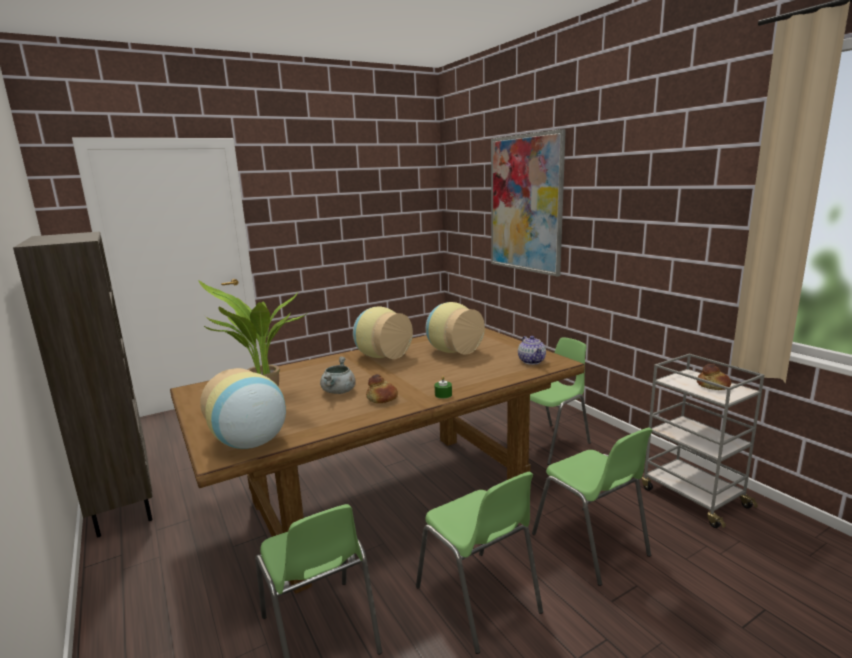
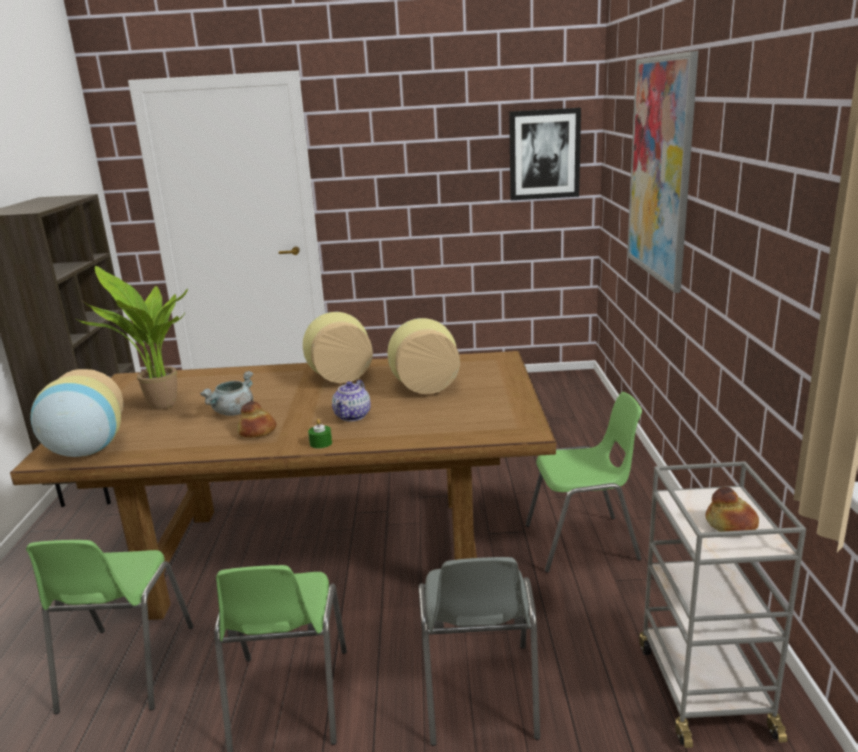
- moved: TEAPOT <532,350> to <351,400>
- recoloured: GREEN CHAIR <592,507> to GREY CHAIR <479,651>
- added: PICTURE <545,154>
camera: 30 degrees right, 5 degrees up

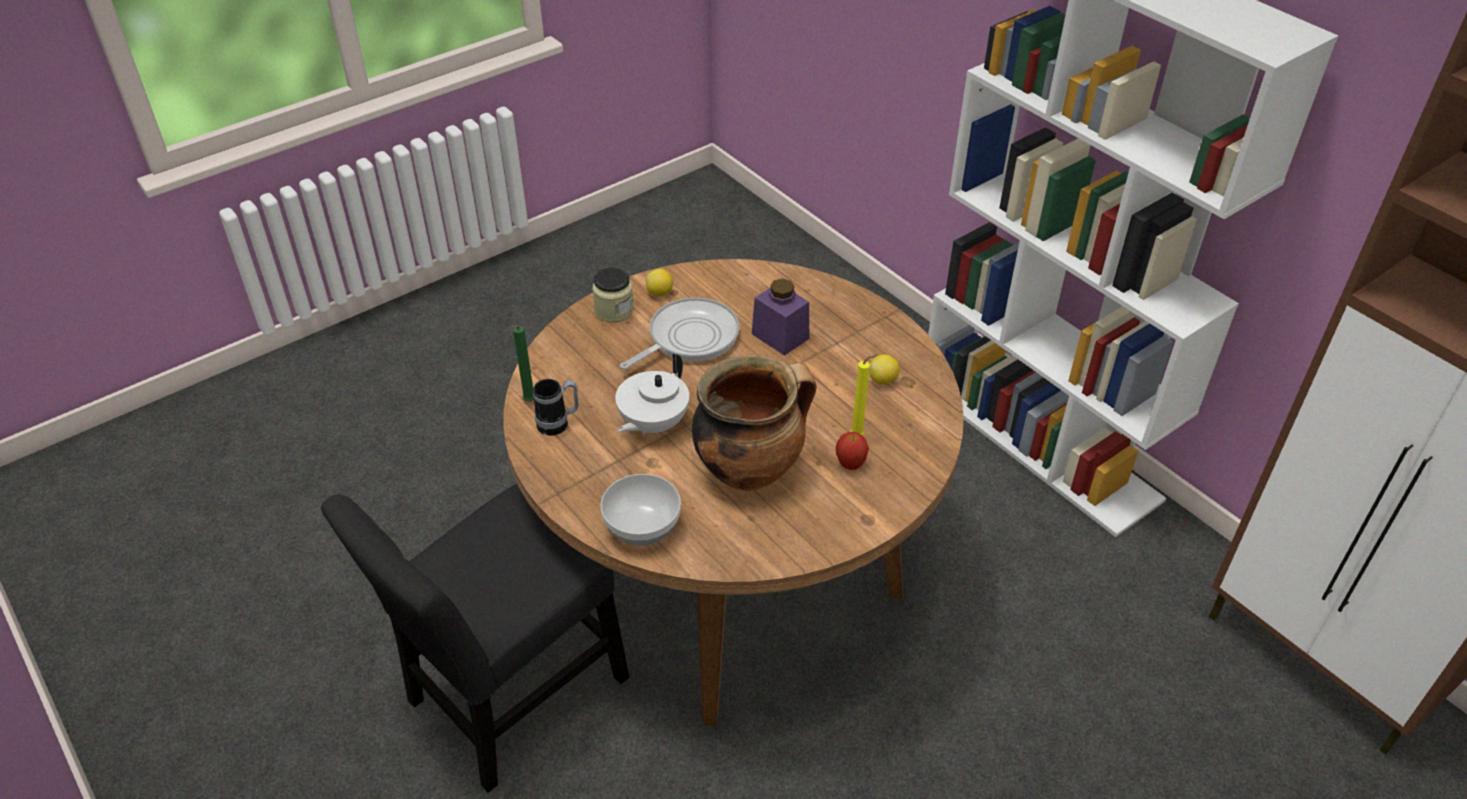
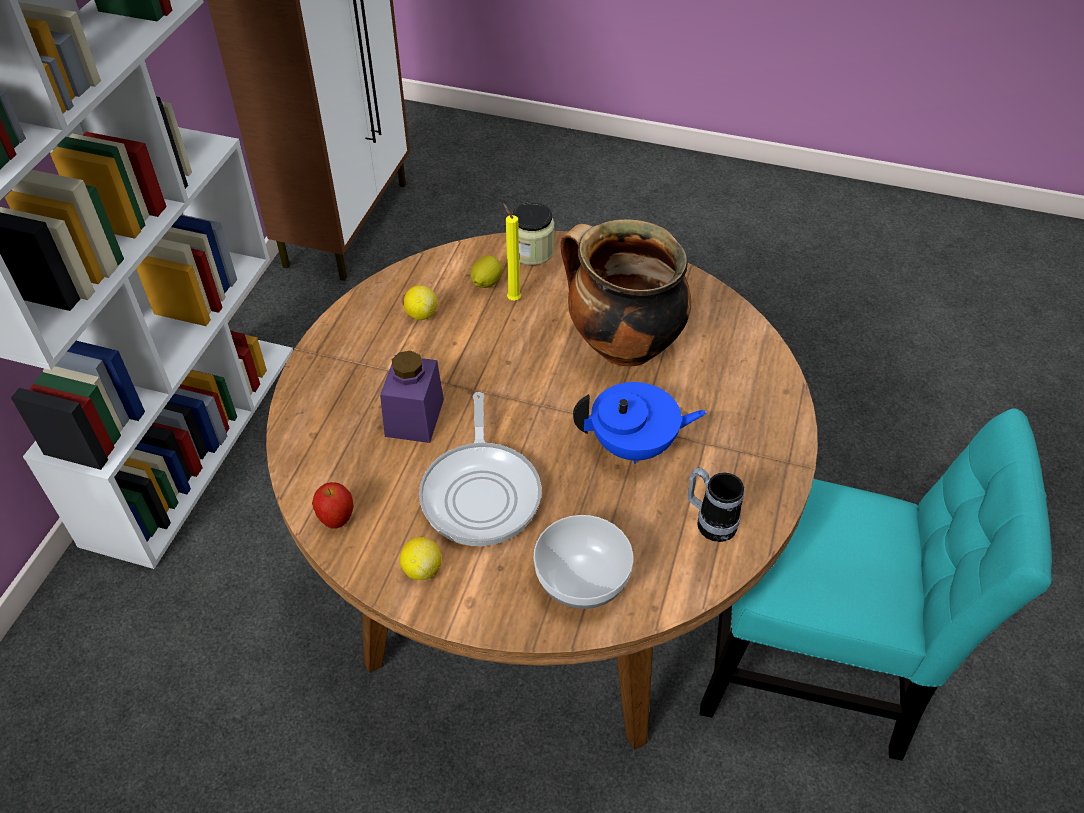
- moved: APPLE <852,451> to <333,505>
- turned: FRYING PAN <679,333> = <480,469> 105 degrees counterclockwise
- added: LEMON <486,271>
- moved: JAR <613,294> to <533,233>
- moved: BOWL <640,510> to <583,562>
- recoloured: WHITE TEAPOT <652,394> to BLUE TEAPOT <640,423>
- recoloured: BLACK CHAIR <475,638> to TURQUOISE CHAIR <876,584>
- removed: GREEN CANDLE <522,364>
camera: 125 degrees left, 5 degrees up

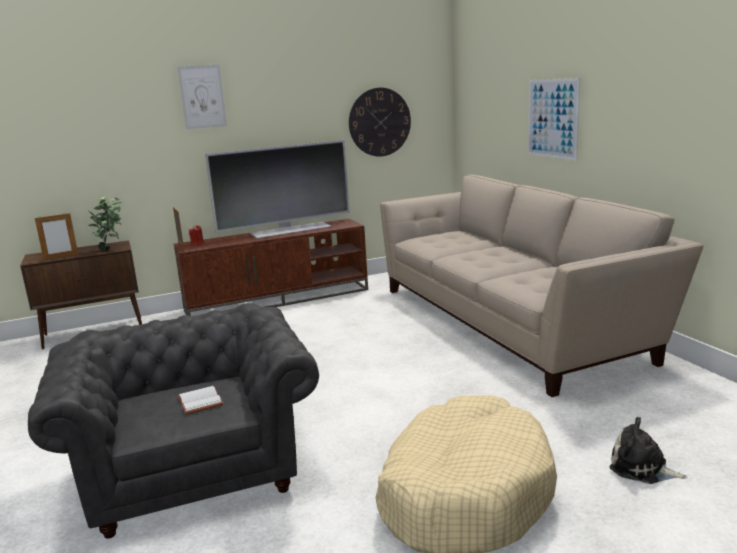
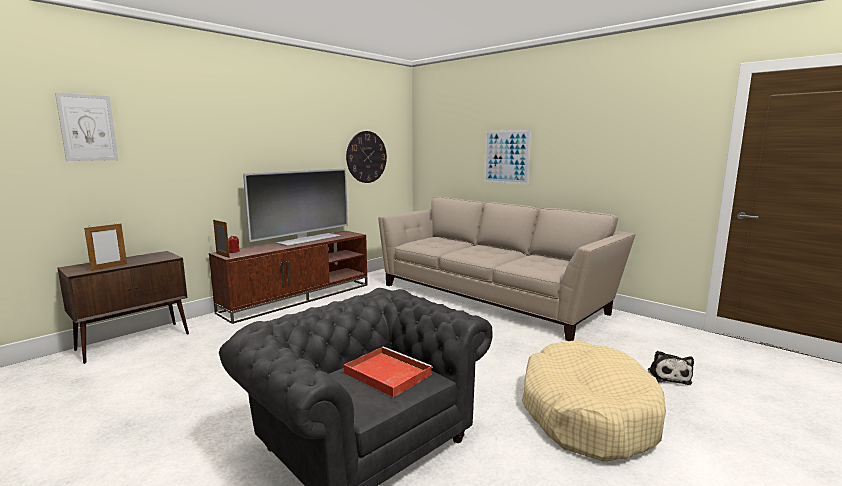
- moved: PICTURE <202,96> to <86,127>
- replaced: WHITE BOOK <200,400> to RED TRAY <388,372>
- turned: PLUSH TOY <648,450> = <671,368> 90 degrees counterclockwise
- removed: POTTED PLANT <105,223>
camera: 25 degrees left, 5 degrees down

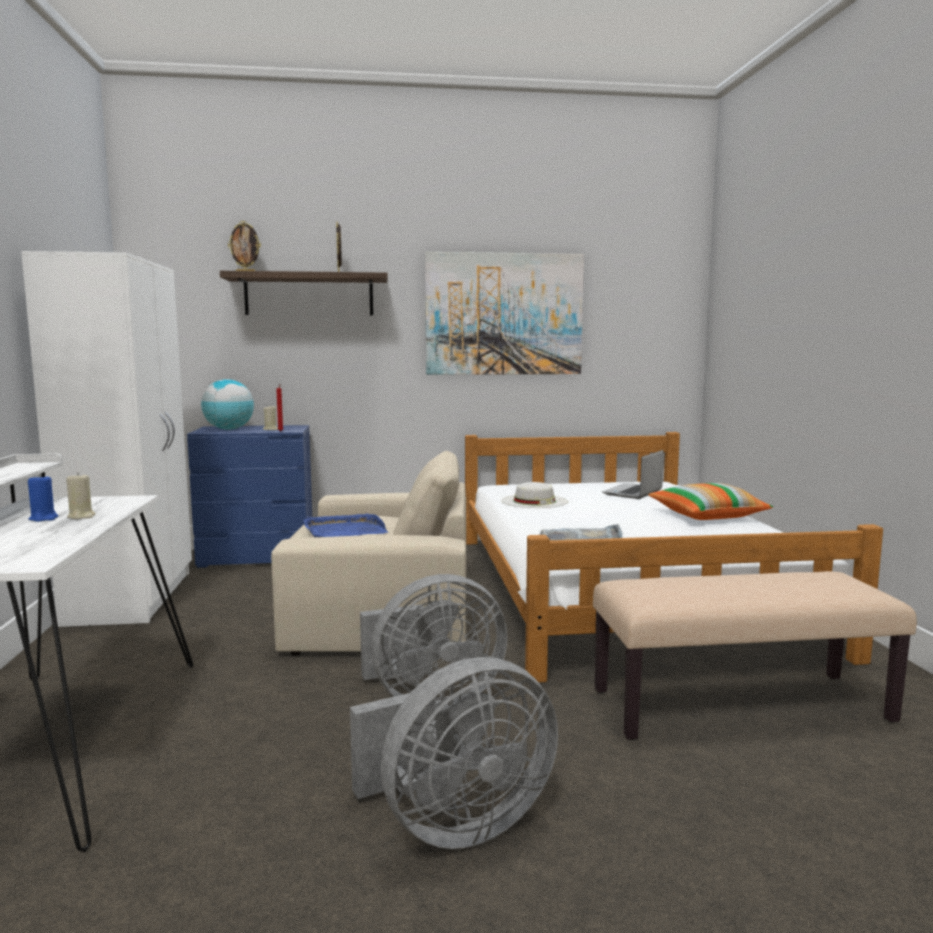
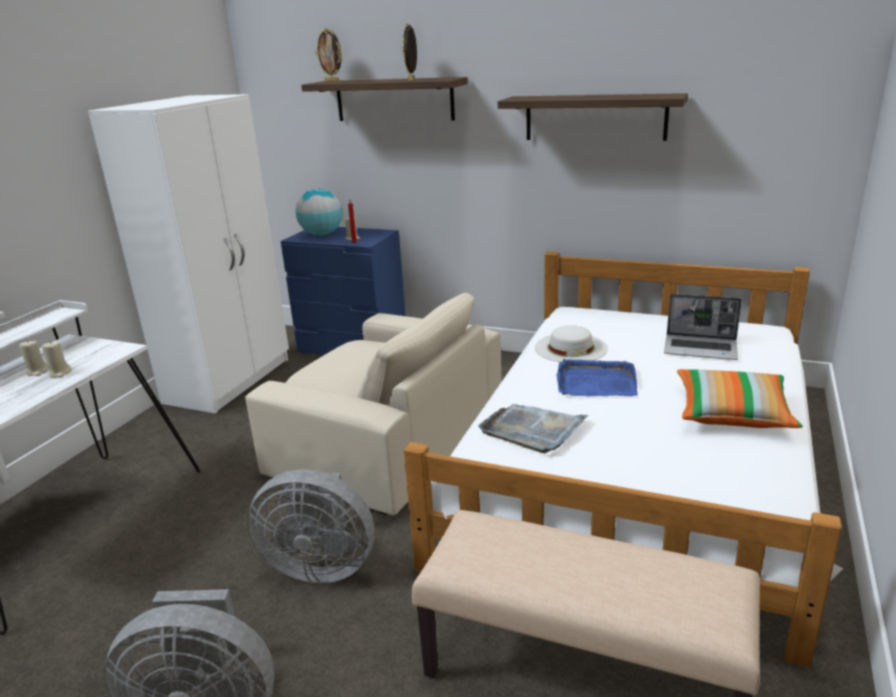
- recoloured: BLUE CANDLE <43,498> to BEIGE CANDLE <34,358>
- replaced: PICTURE <504,313> to SHELF <593,117>
- moved: BLUE TRAY <346,525> to <597,377>
- turned: LAPTOP <633,474> = <703,327> 135 degrees counterclockwise
camera: 30 degrees right, 15 degrees up

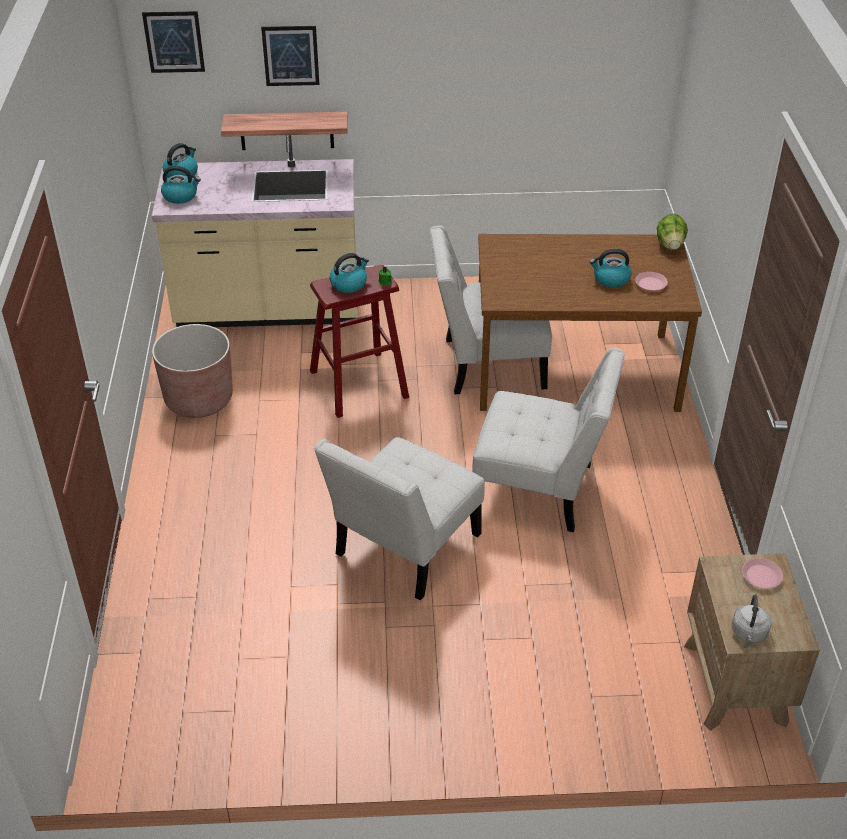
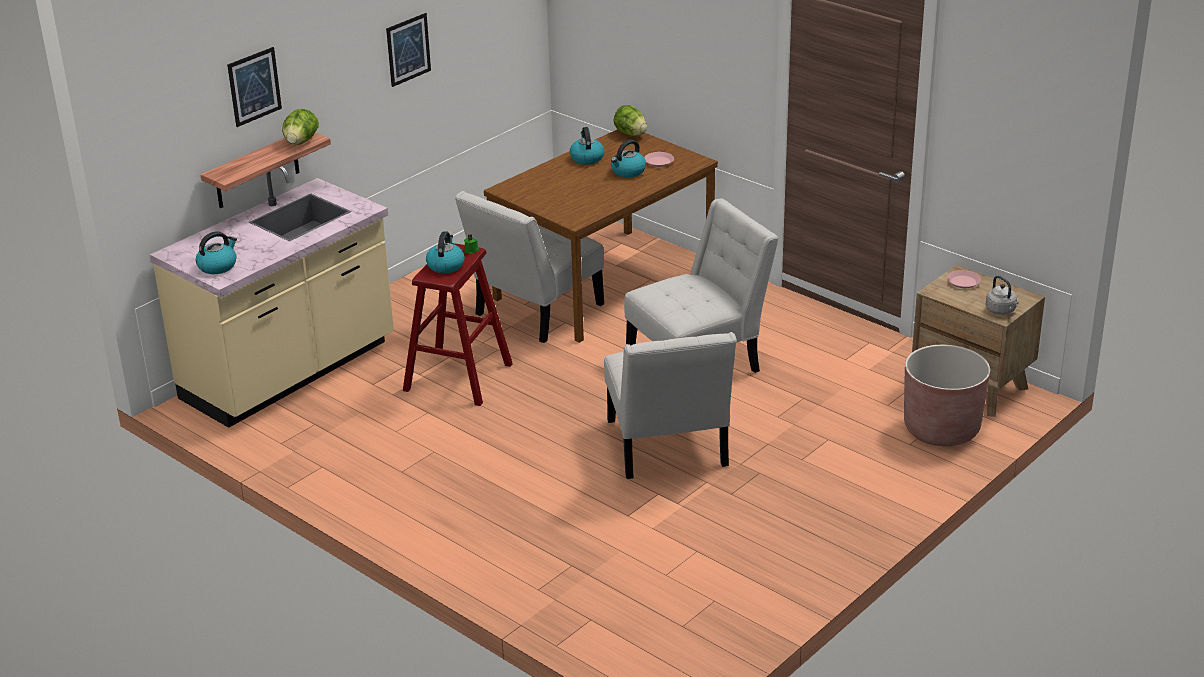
- added: LETTUCE <300,127>
- moved: PICTURE <173,42> to <408,50>
- moved: KETTLE <180,160> to <587,146>
- moved: BROWN PLANTER <192,371> to <947,395>
camera: 45 degrees left, 10 degrees down

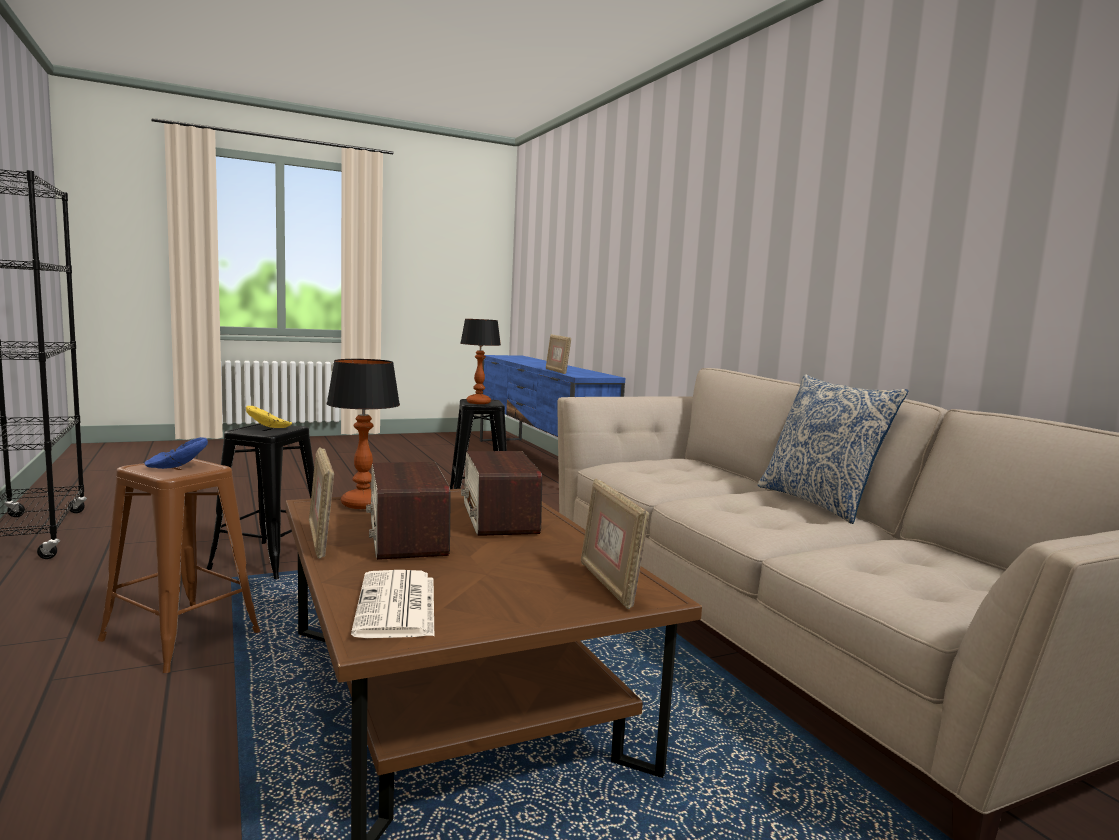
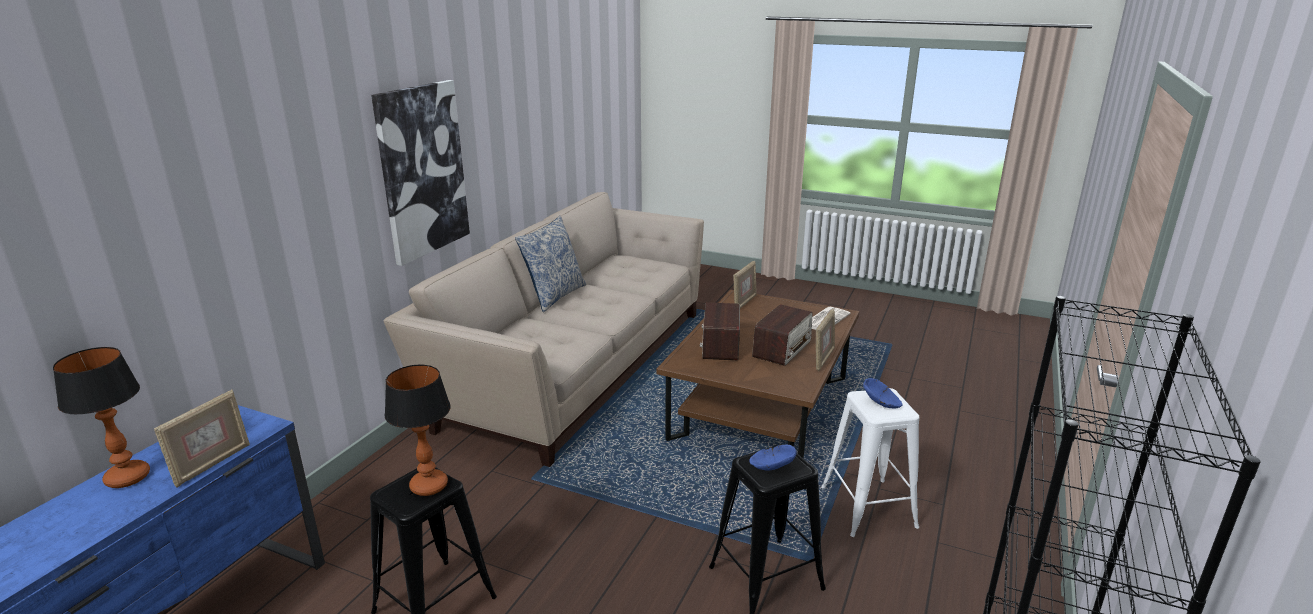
- moved: TABLE LAMP <363,434> to <101,417>
- added: PICTURE <420,173>
- turned: RADIO <501,493> = <720,331> 150 degrees clockwise
- recoloured: YELLOW BOWL <269,417> to BLUE BOWL <773,457>
- recoloured: BROWN STOOL <179,565> to WHITE STOOL <870,462>
camera: 130 degrees left, 15 degrees up

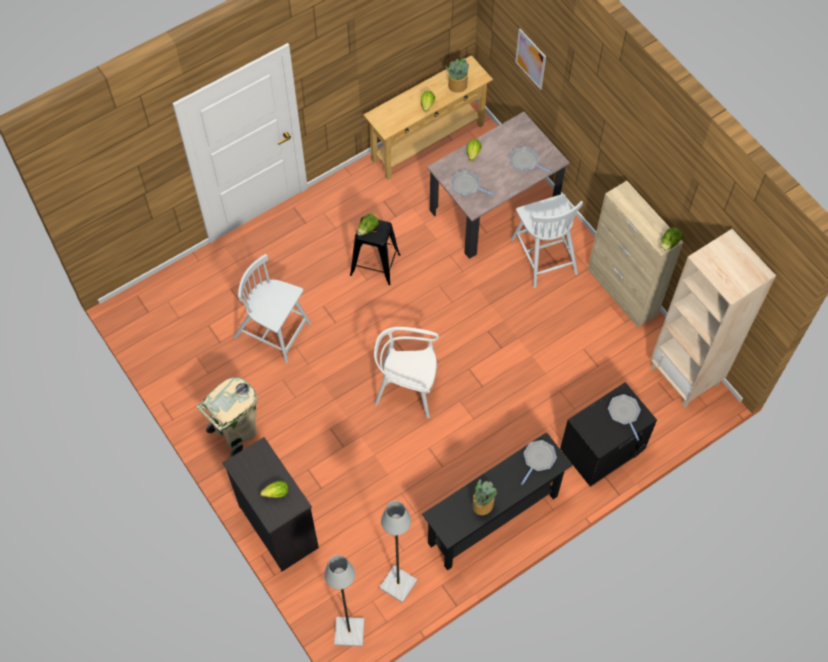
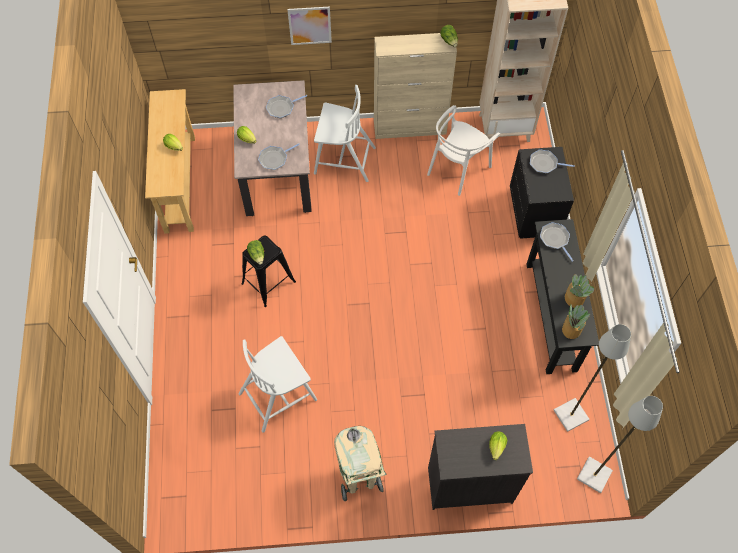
- moved: PICTURE <530,59> to <309,26>
- moved: WHITE CHAIR <406,372> to <463,150>
- moved: POTTED PLANT <457,75> to <576,322>
camera: 60 degrees left, 0 degrees up

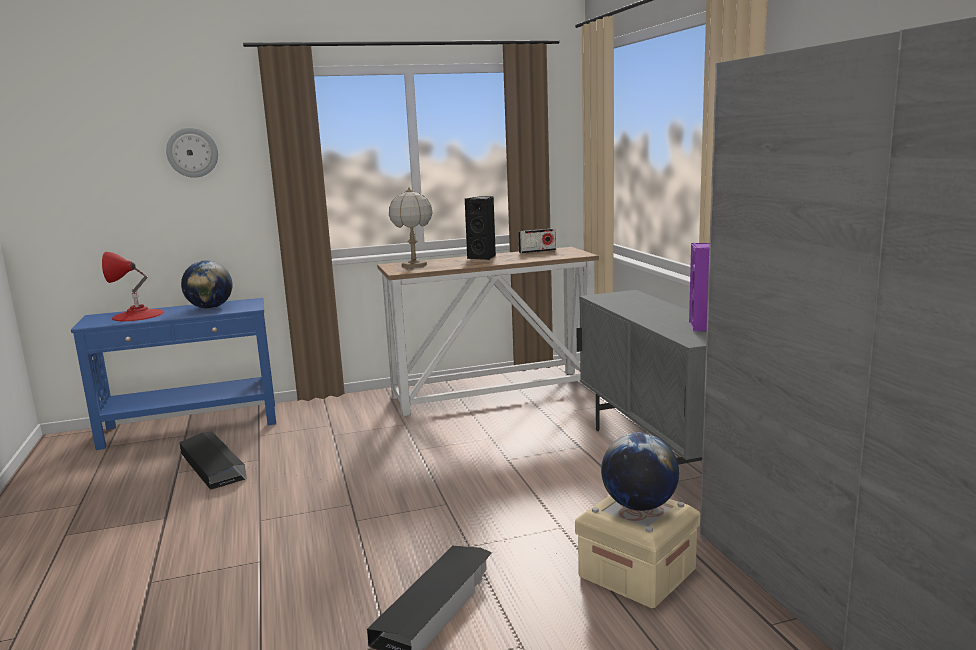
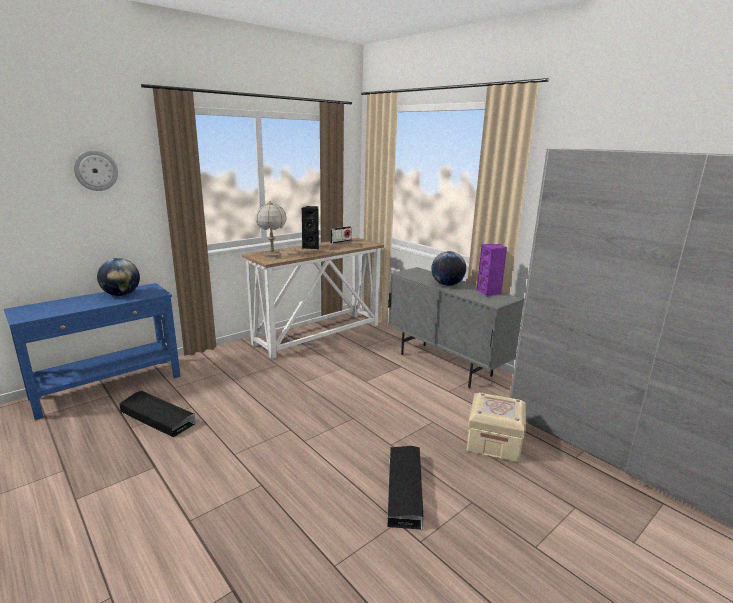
- moved: GLOBE <640,472> to <448,268>
- removed: RED TABLE LAMP <133,286>
camera: 25 degrees left, 5 degrees up

